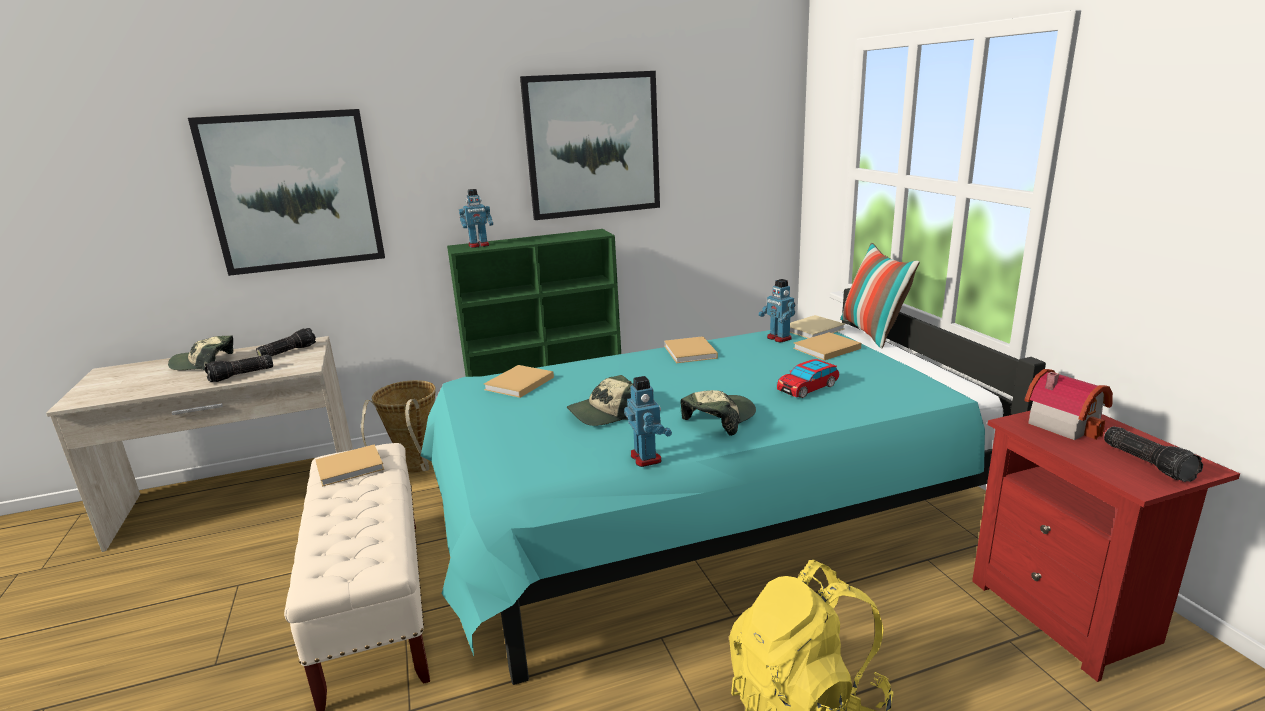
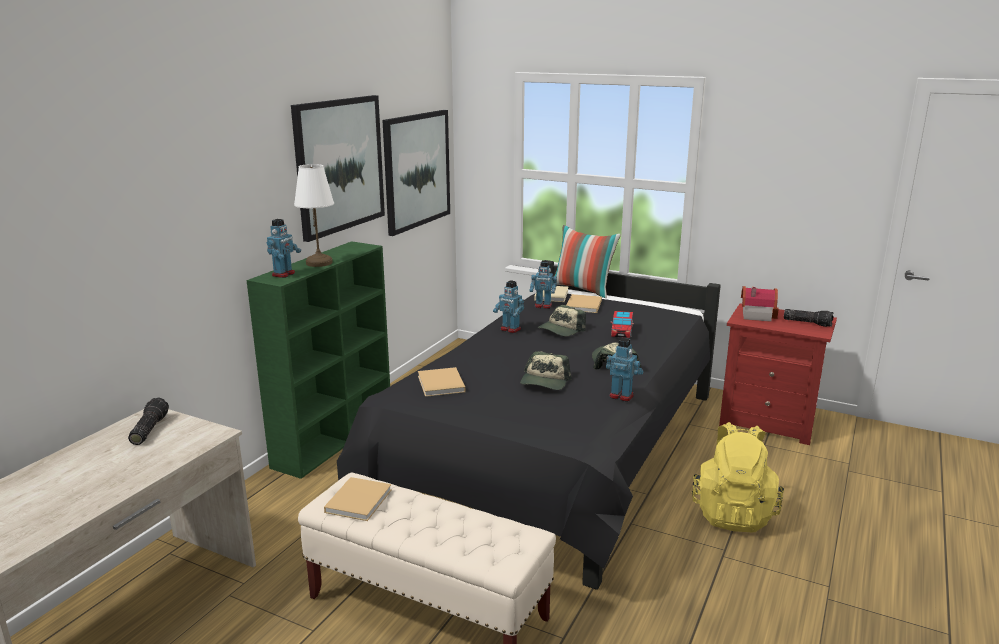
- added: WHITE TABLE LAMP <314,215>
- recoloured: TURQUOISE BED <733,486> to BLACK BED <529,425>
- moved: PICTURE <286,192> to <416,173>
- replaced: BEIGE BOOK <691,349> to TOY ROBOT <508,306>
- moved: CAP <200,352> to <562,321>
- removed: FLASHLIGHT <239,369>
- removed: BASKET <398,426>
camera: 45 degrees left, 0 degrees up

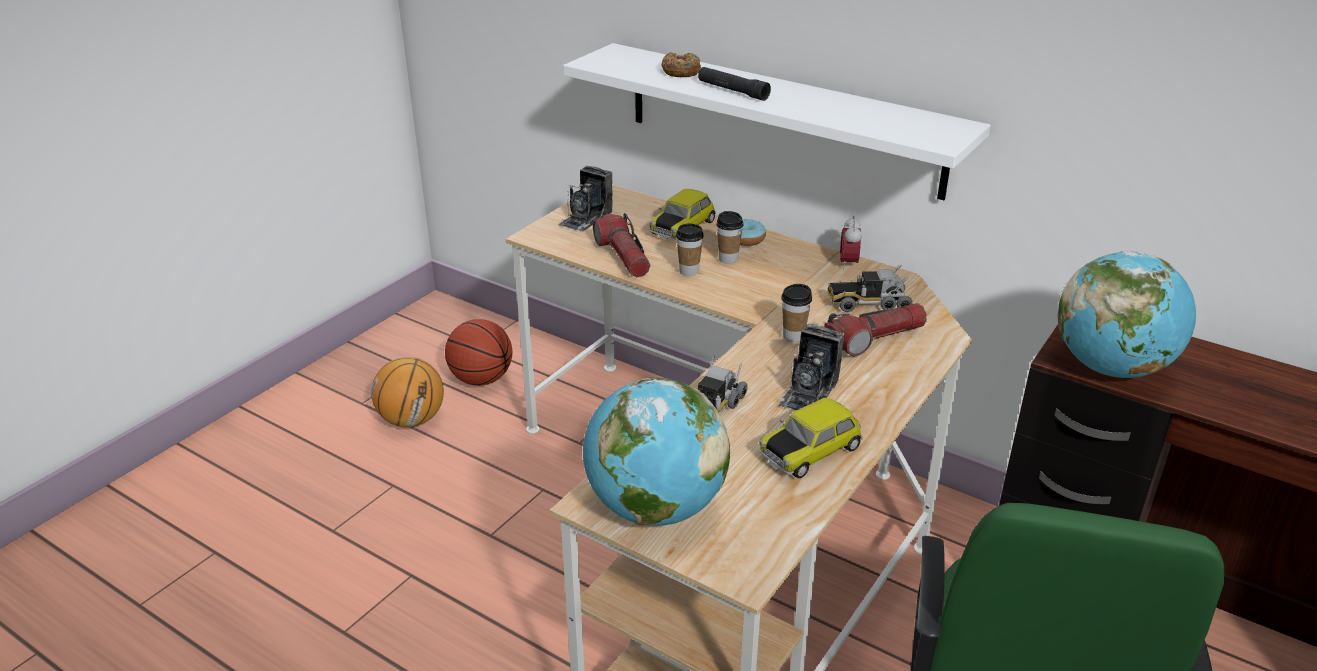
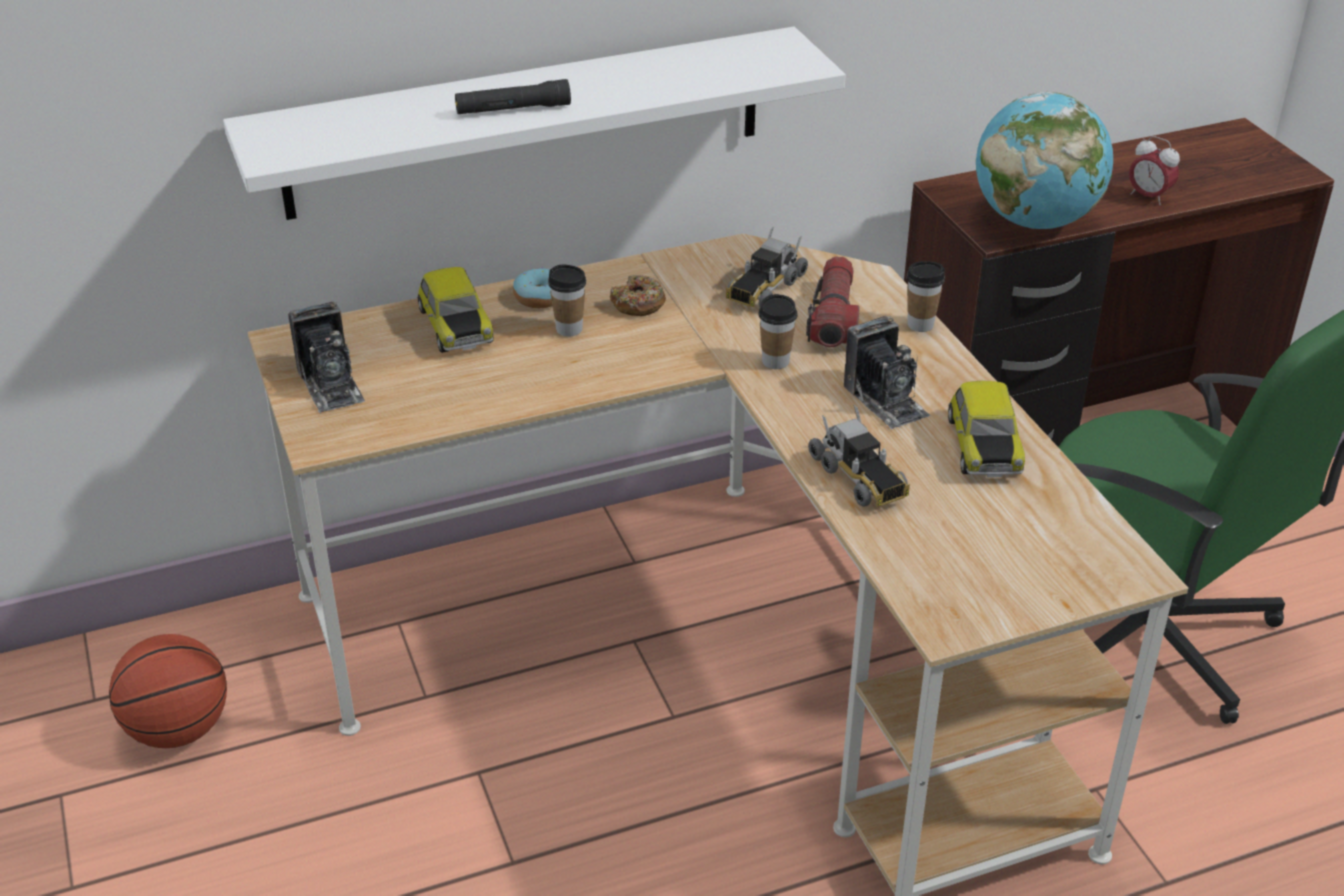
- moved: DONUT <681,64> to <638,295>
- moved: CUP <690,250> to <926,296>
- moved: ALARM CLOCK <851,242> to <1154,170>
- removed: BASKETBALL <407,392>
- removed: GLOBE <656,451>
- removed: FLASHLIGHT <621,245>
camera: 55 degrees left, 5 degrees up

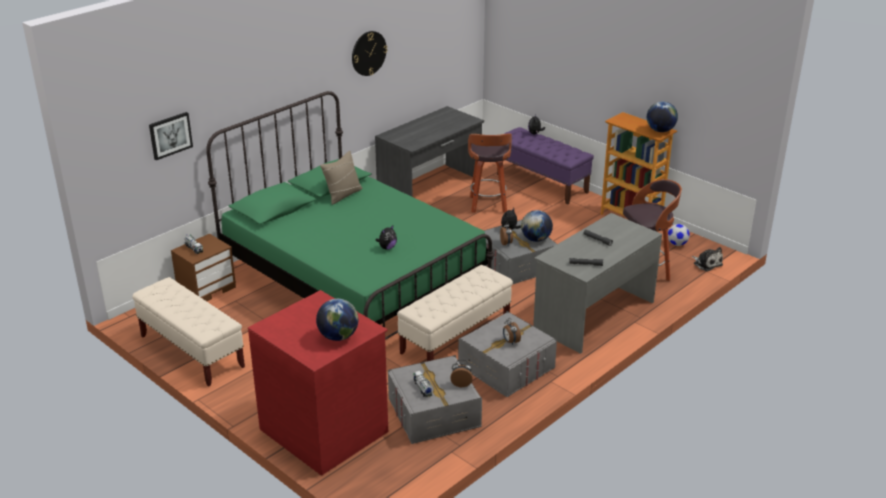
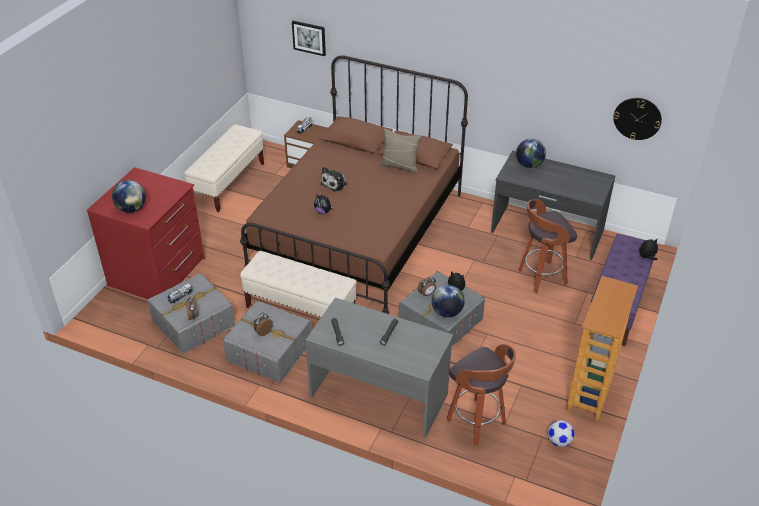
- recoloured: GREEN BED <350,215> to BROWN BED <354,184>
- moved: PLUSH TOY <707,259> to <333,179>
- moved: GLOBE <662,116> to <531,153>
- moved: WALL CLOCK <369,53> to <638,119>
camera: 70 degrees right, 10 degrees up

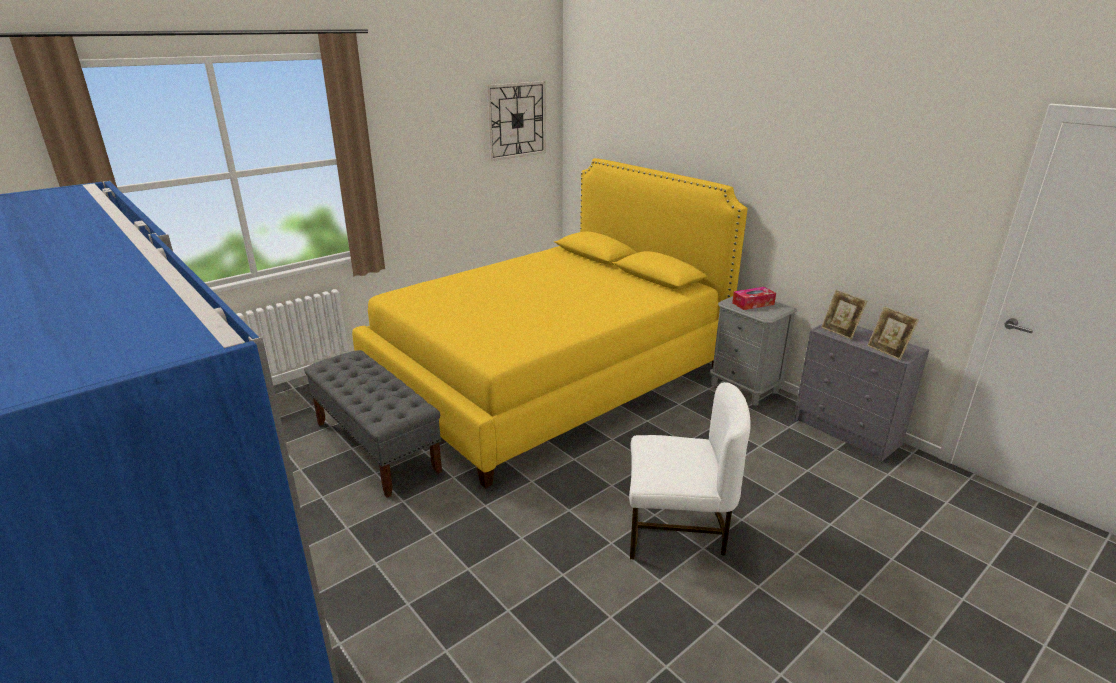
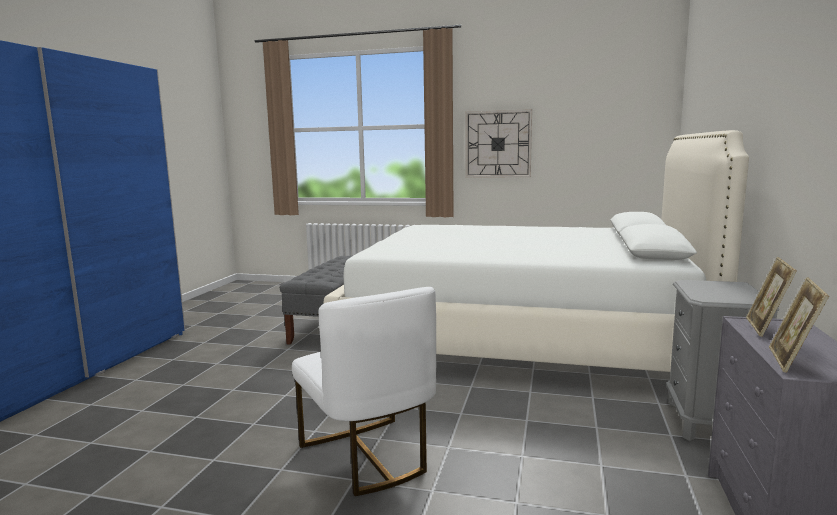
- recoloured: YELLOW BED <550,323> to WHITE BED <536,251>
- moved: WALL CLOCK <516,121> to <498,143>
- removed: TISSUE BOX <754,298>
camera: 55 degrees right, 15 degrees down

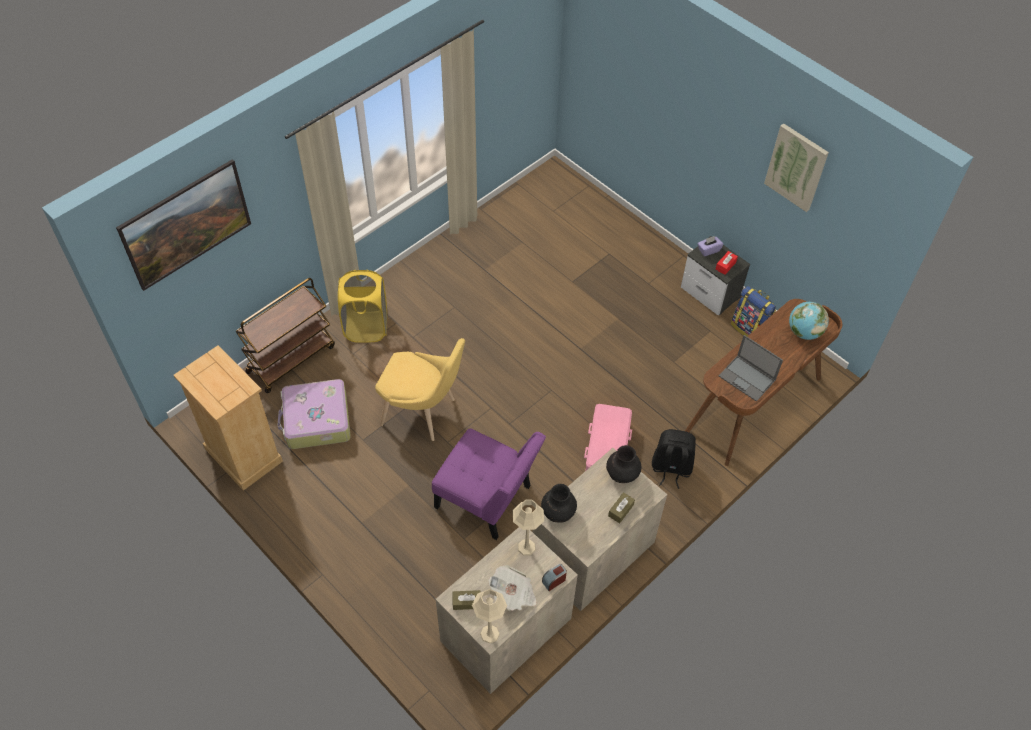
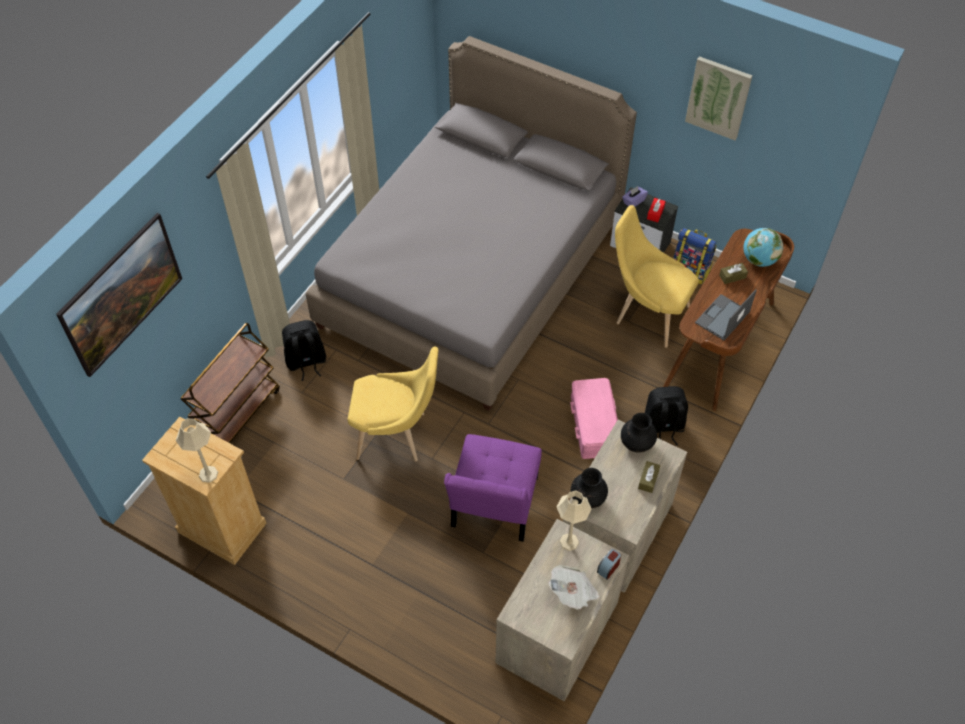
- moved: BEIGE TABLE LAMP <489,616> to <197,450>
- replaced: YELLOW LAUNDRY BASKET <362,306> to BLACK BACKPACK <304,350>
- added: GREY BED <471,223>
- turned: PURPLE CHAIR <489,484> = <493,488> 90 degrees clockwise
- added: YELLOW CHAIR <657,276>
- turned: LAPTOP <751,368> = <726,315> 105 degrees clockwise
- moved: BROWN TISSUE BOX <466,600> to <733,273>
- removed: SUITCASE <314,414>
camera: 15 degrees left, 0 degrees up

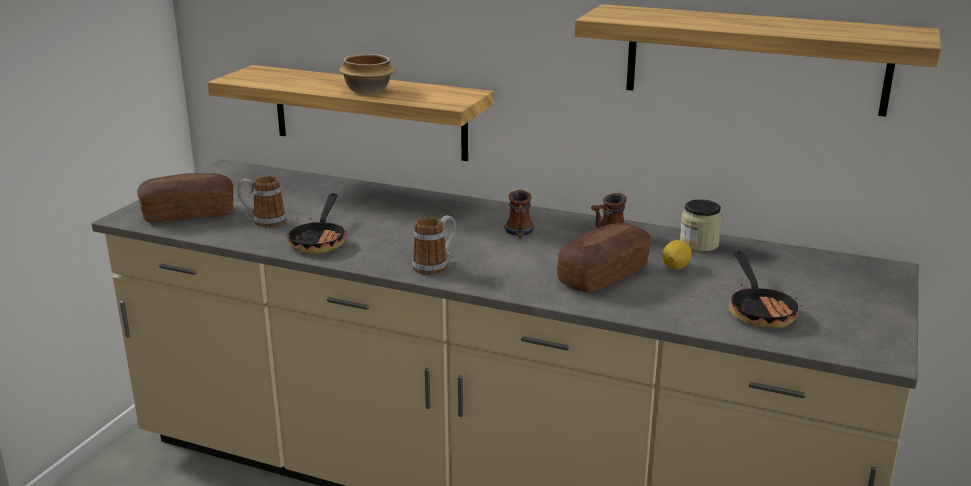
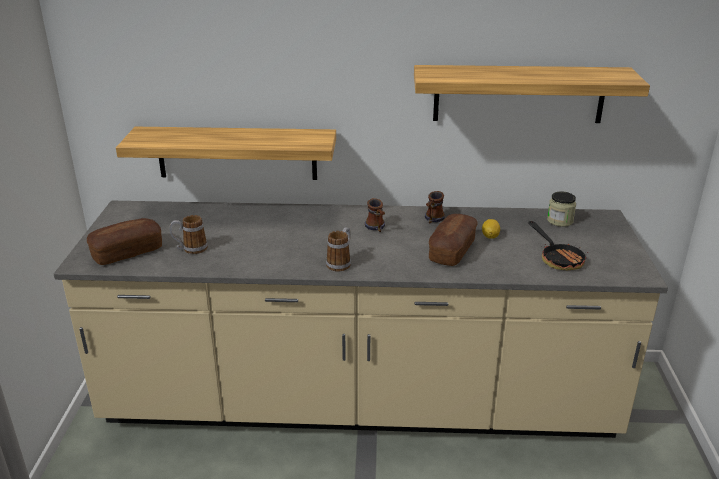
- moved: JAR <701,225> to <561,209>
- removed: FRYING PAN <316,223>
- removed: BOWL <367,74>
camera: 20 degrees left, 5 degrees up

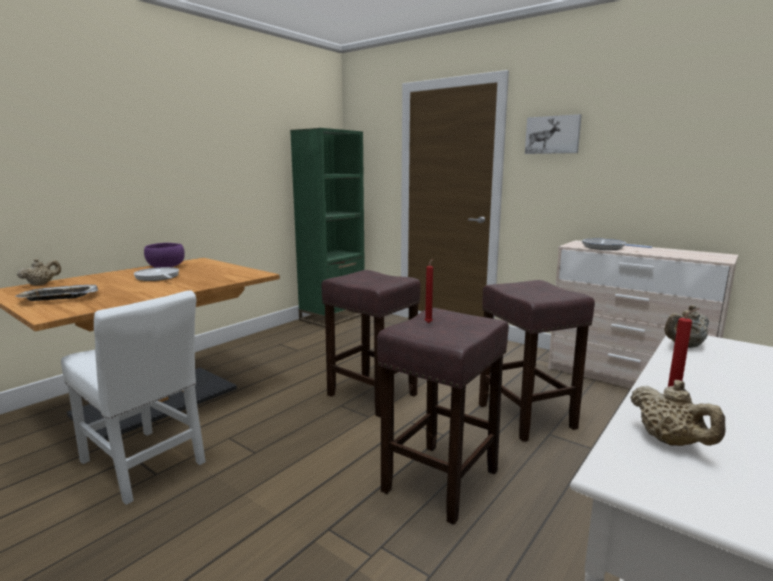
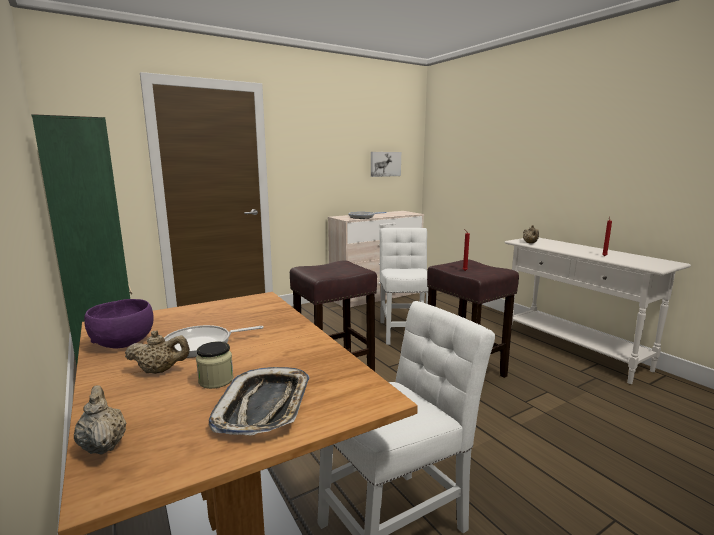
- moved: BEIGE TEAPOT <677,413> to <157,352>
- added: JAR <215,365>
- moved: PICTURE <553,134> to <386,164>
- replaced: BROWN STOOL <537,361> to WHITE CHAIR <404,286>
camera: 70 degrees left, 0 degrees up

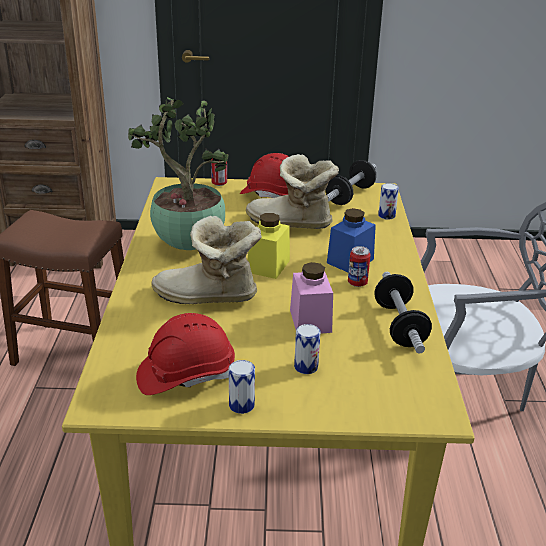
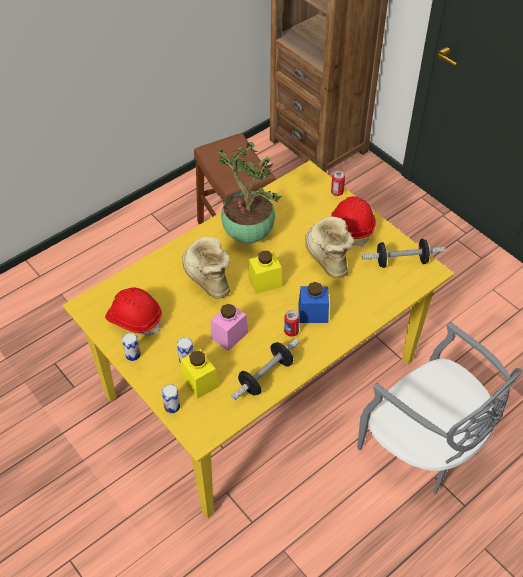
- moved: CAN <388,201> to <171,398>
- added: YELLOW JAR <199,374>
camera: 50 degrees right, 20 degrees up

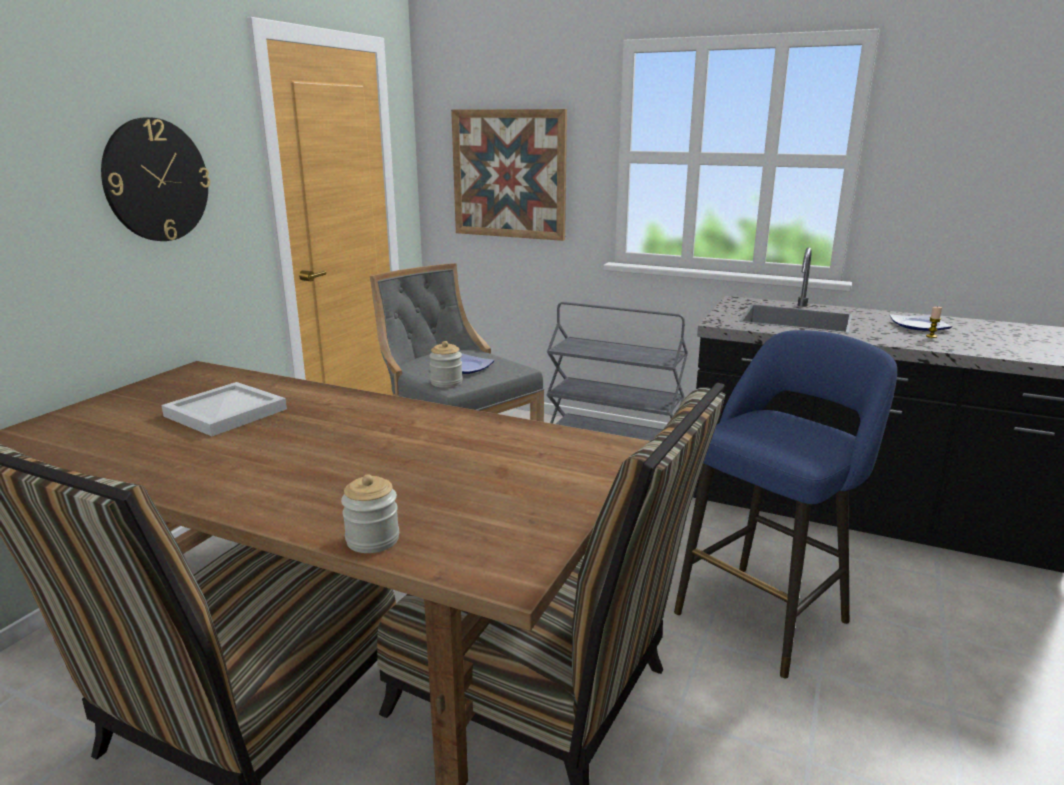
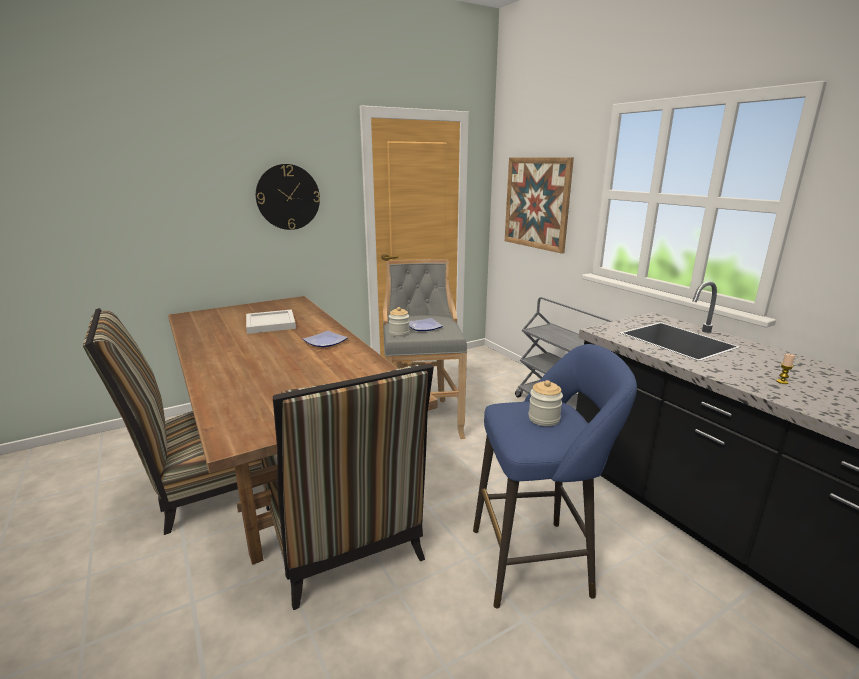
- moved: PLATE <921,322> to <325,339>
- moved: JAR <370,513> to <545,403>
camera: 35 degrees right, 0 degrees up

